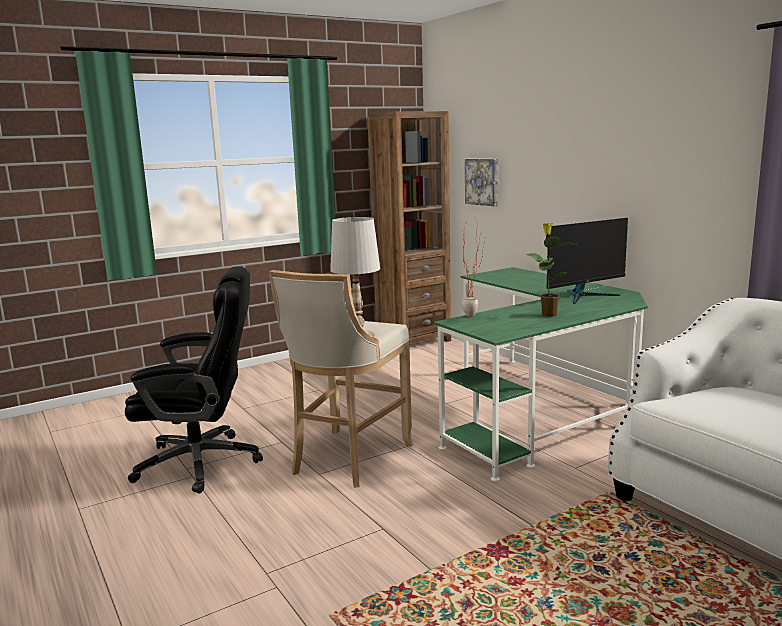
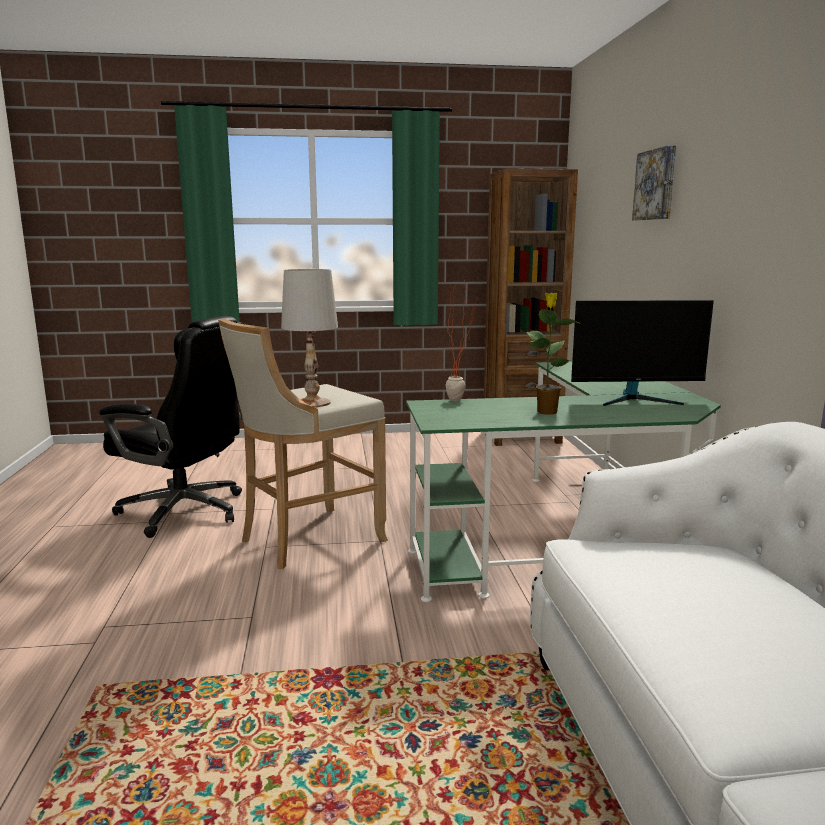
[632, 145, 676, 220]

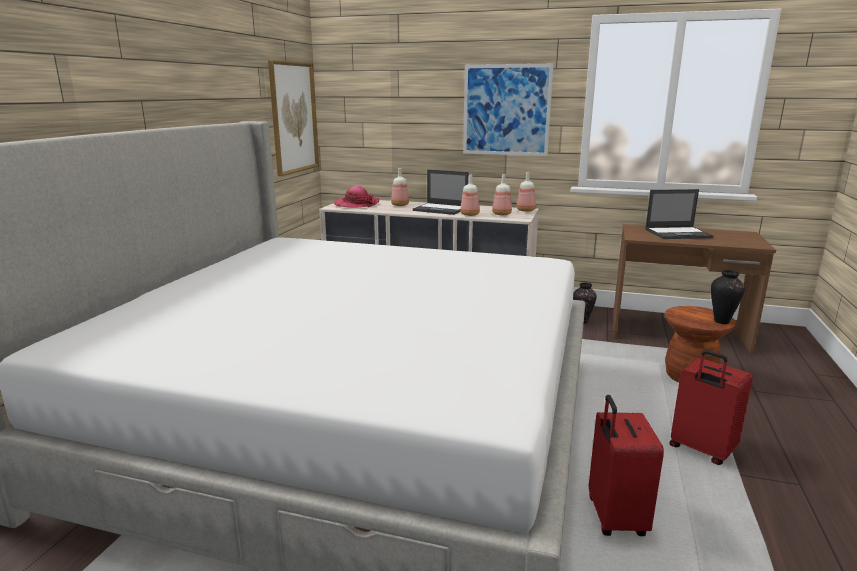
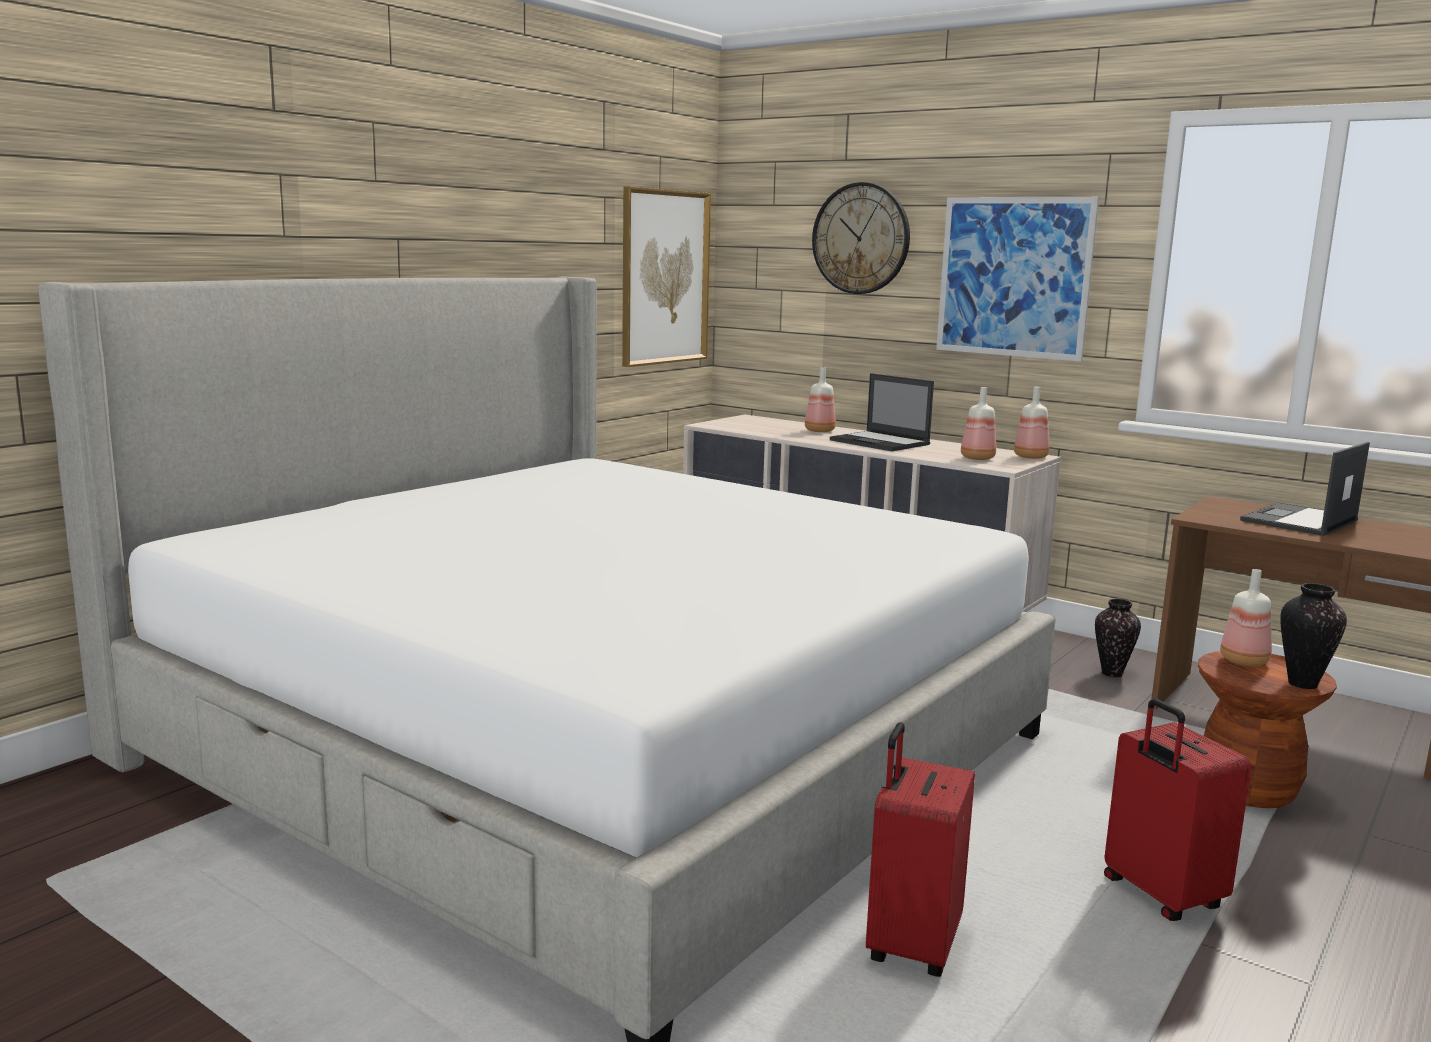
[812, 182, 910, 294]
[1220, 569, 1272, 666]
[1240, 442, 1370, 536]
[333, 186, 379, 207] (first image)

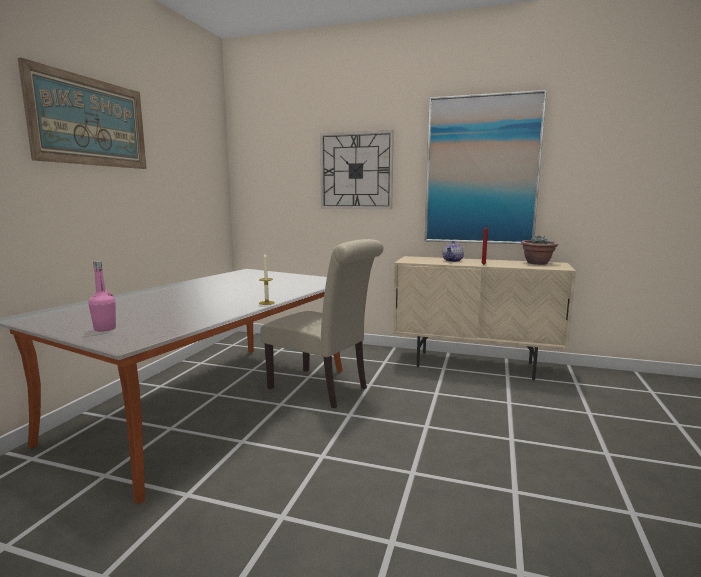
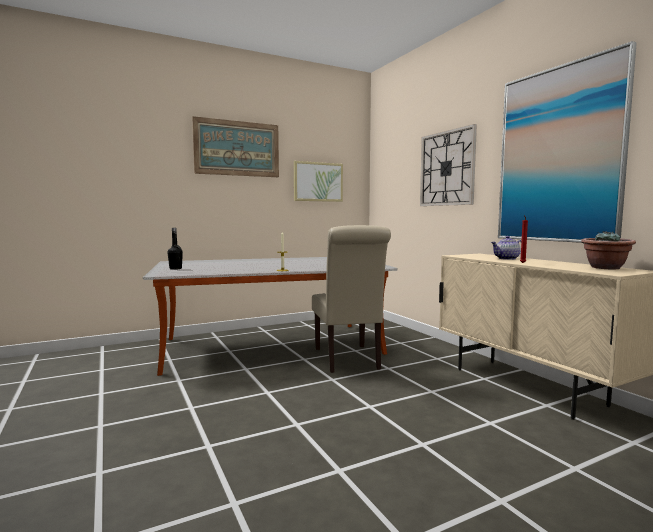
[167, 228, 183, 270]
[294, 161, 343, 202]

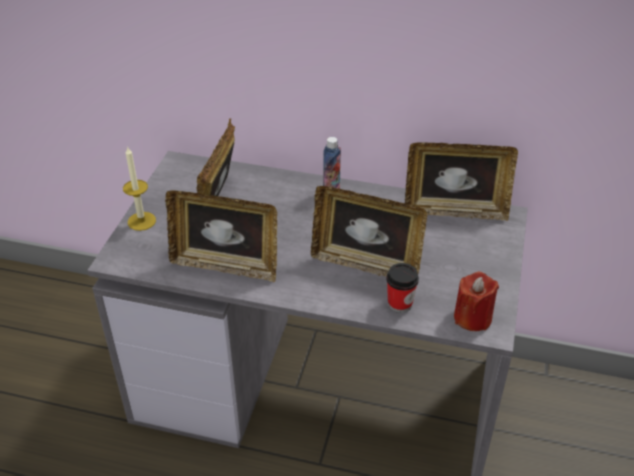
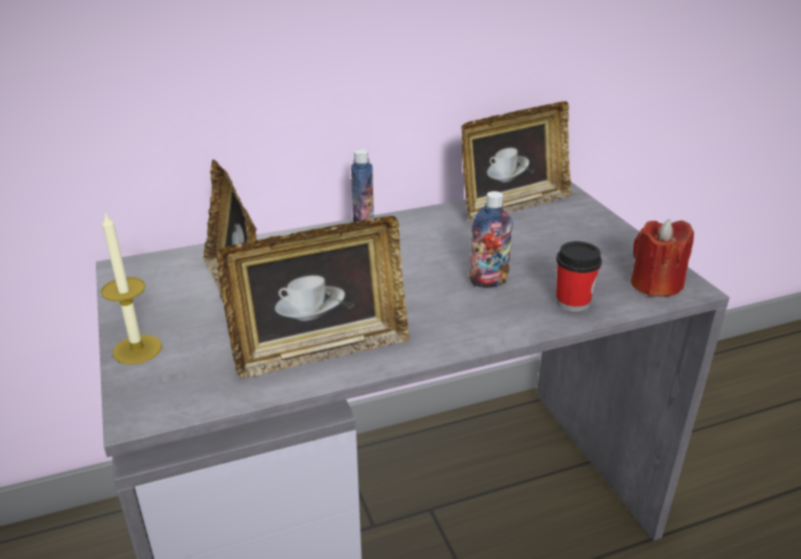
[469, 191, 513, 288]

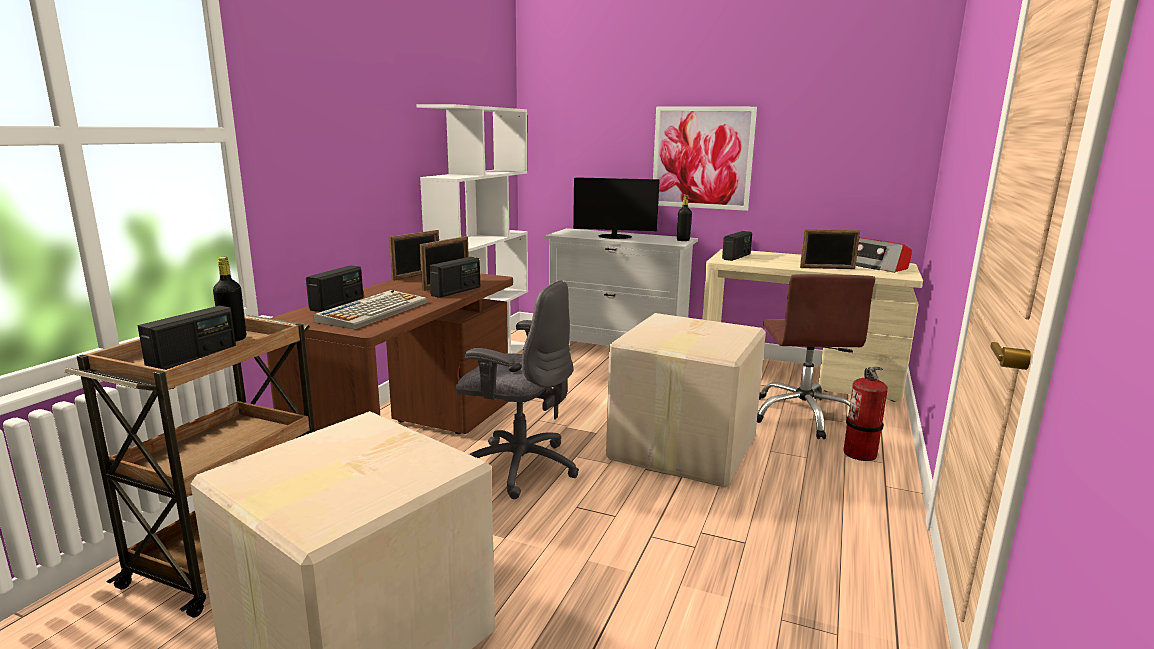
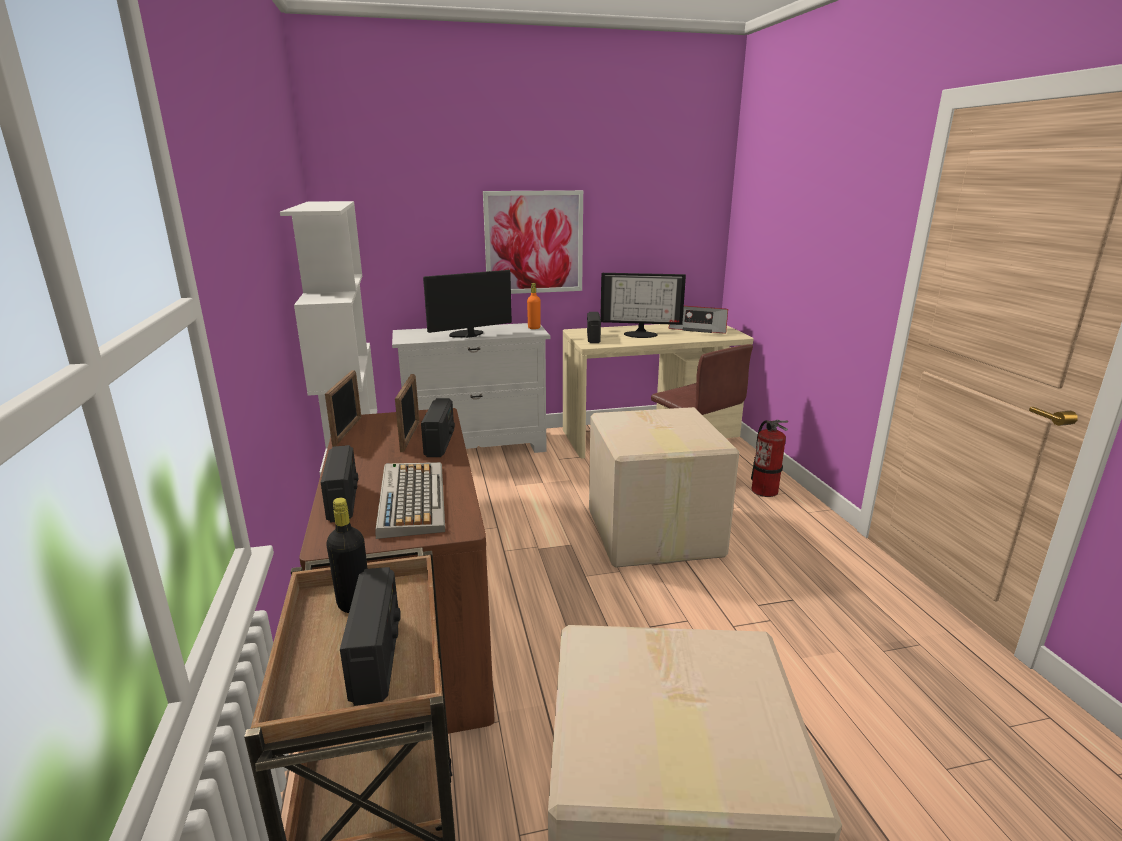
[527, 283, 541, 329]
[600, 273, 686, 338]
[456, 280, 579, 499] (first image)
[800, 229, 860, 269] (first image)

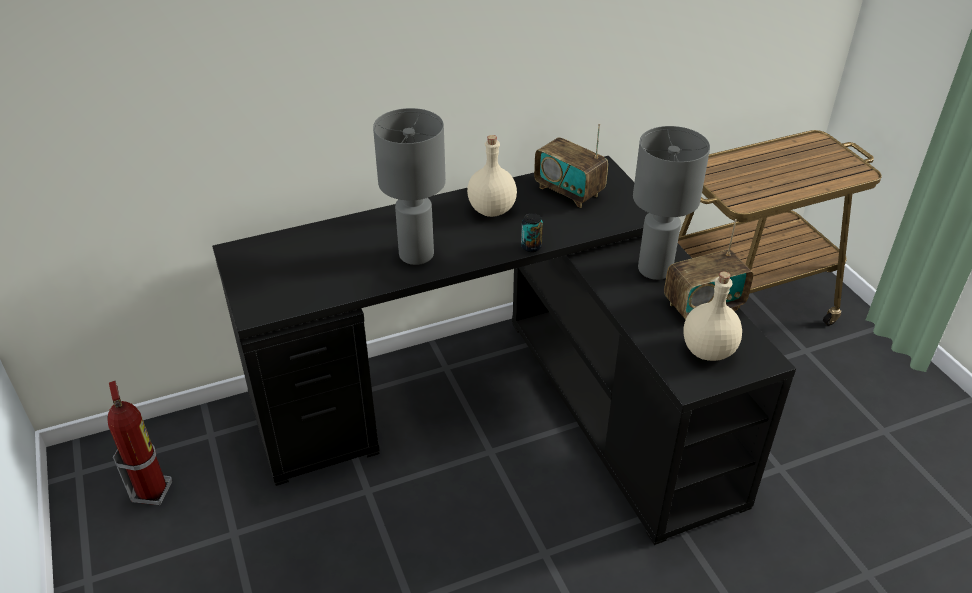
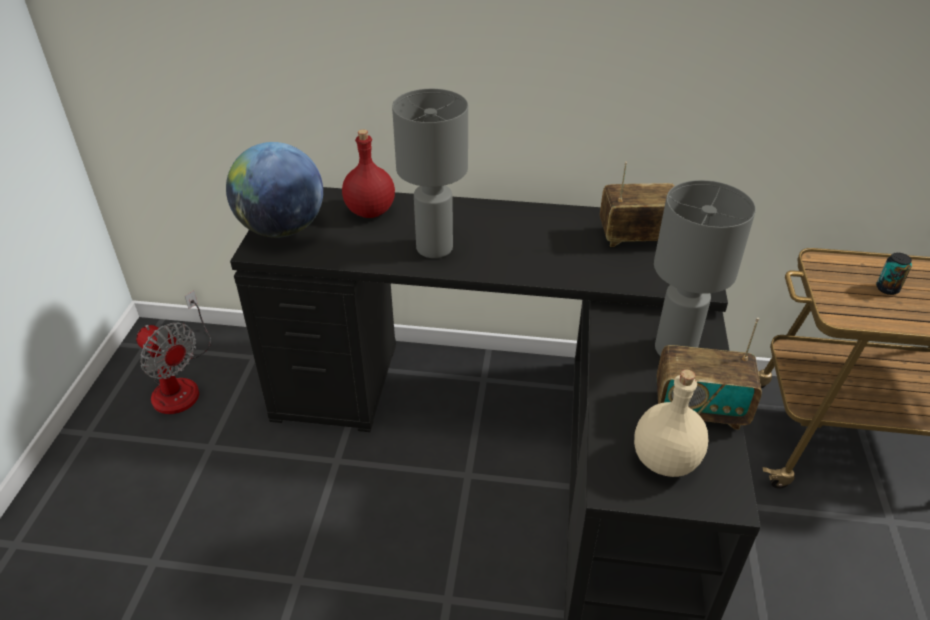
[136, 291, 211, 414]
[226, 142, 323, 238]
[342, 129, 395, 218]
[600, 162, 675, 247]
[876, 252, 912, 295]
[467, 135, 517, 217] (first image)

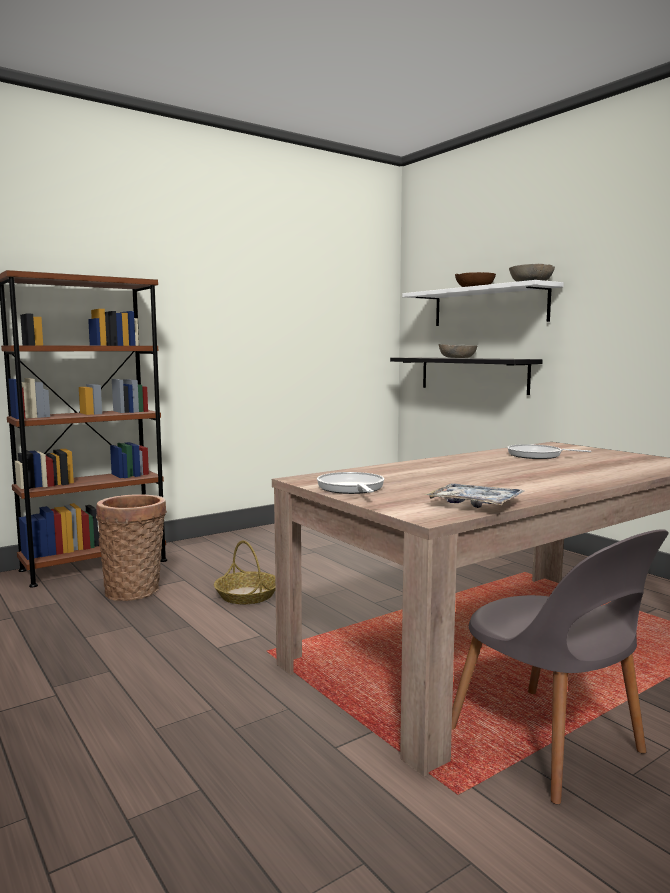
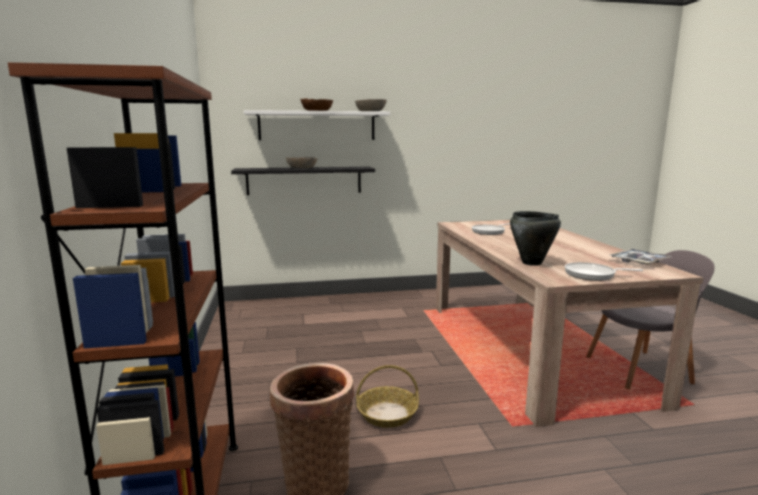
[510, 211, 561, 266]

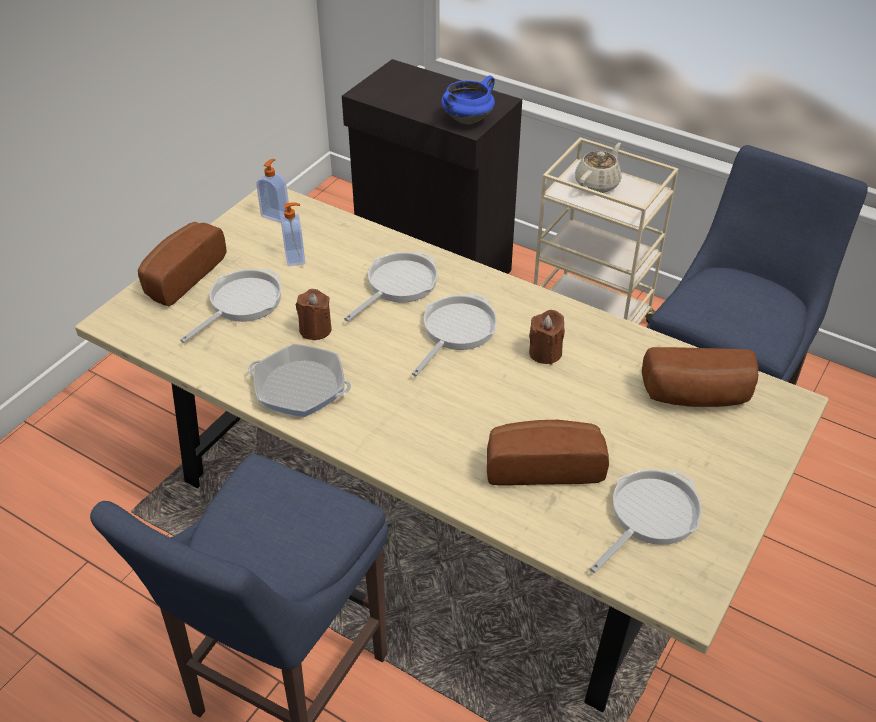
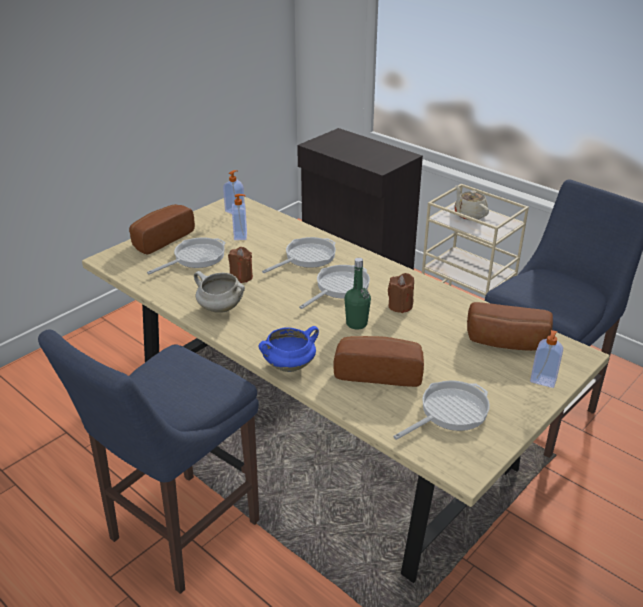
[194, 271, 245, 313]
[259, 326, 319, 372]
[344, 258, 371, 329]
[454, 185, 489, 220]
[530, 330, 563, 388]

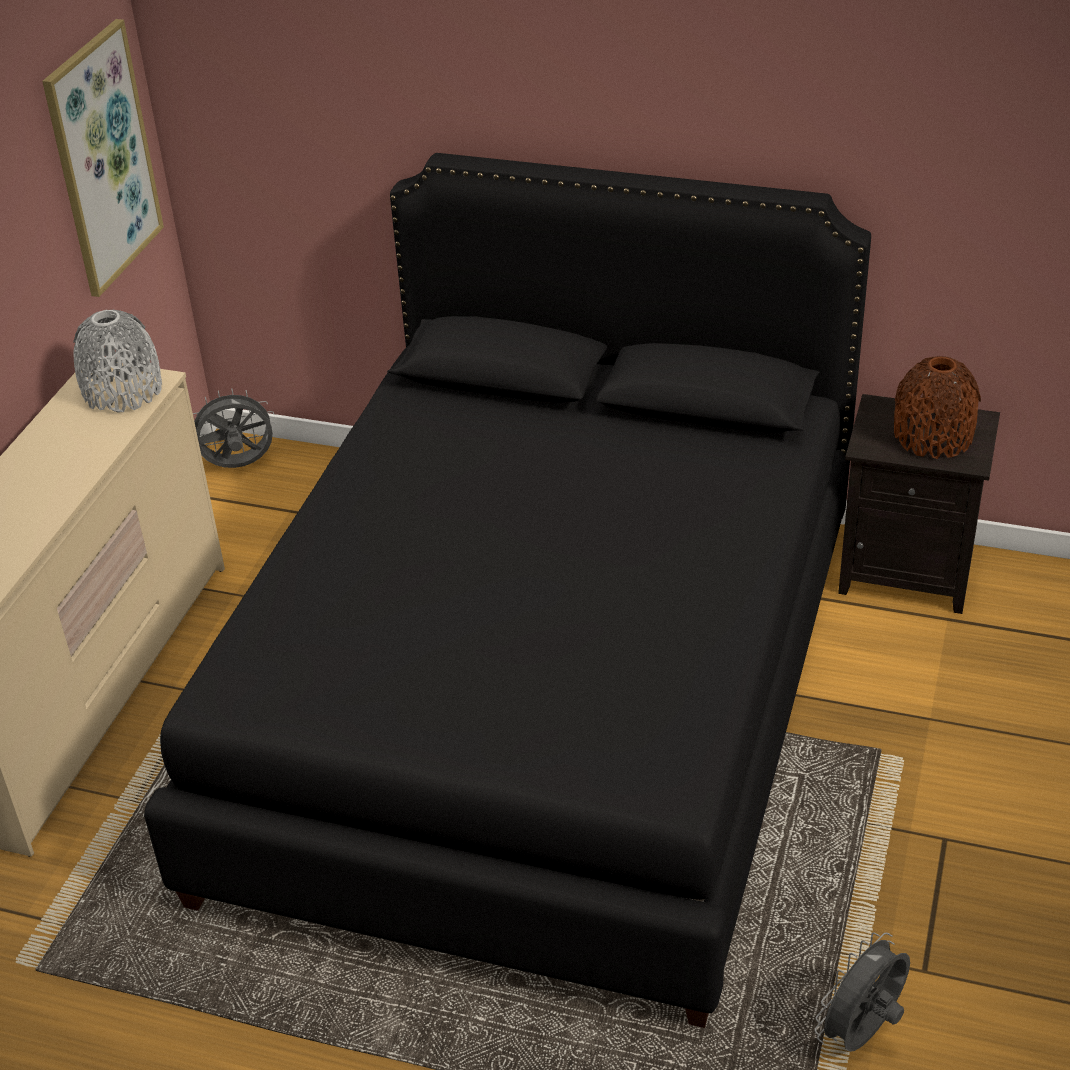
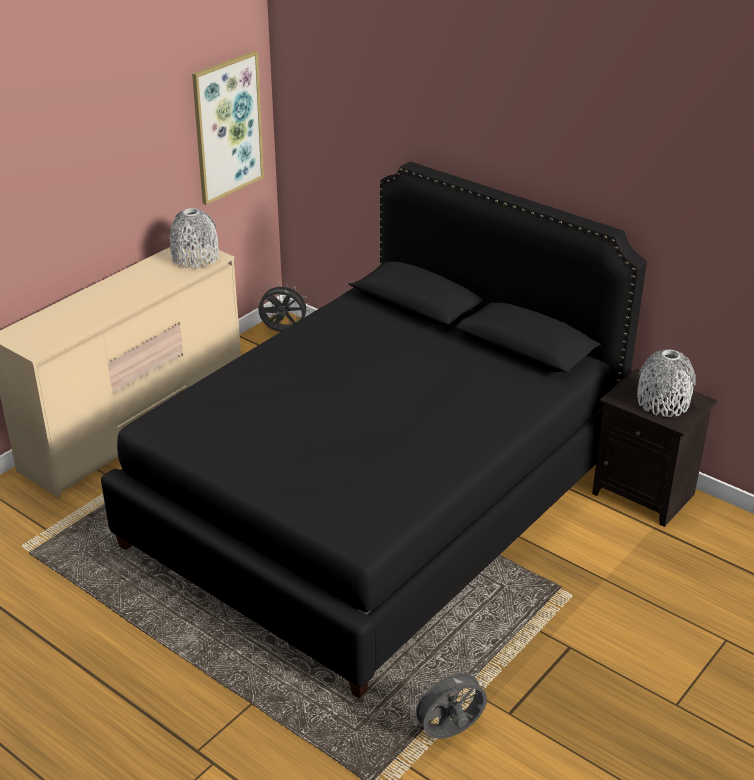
[637, 349, 696, 417]

